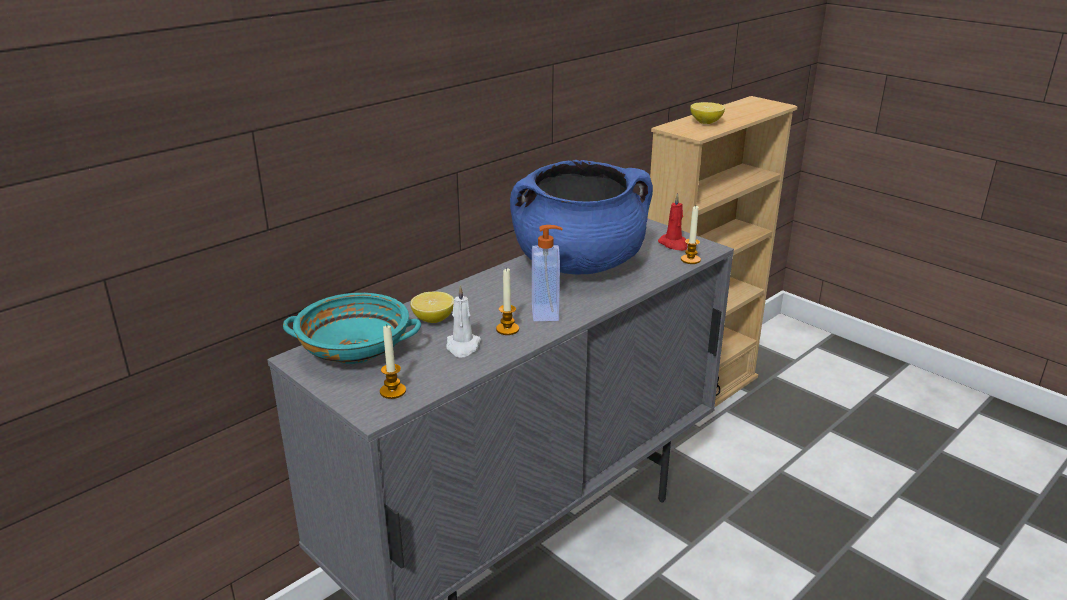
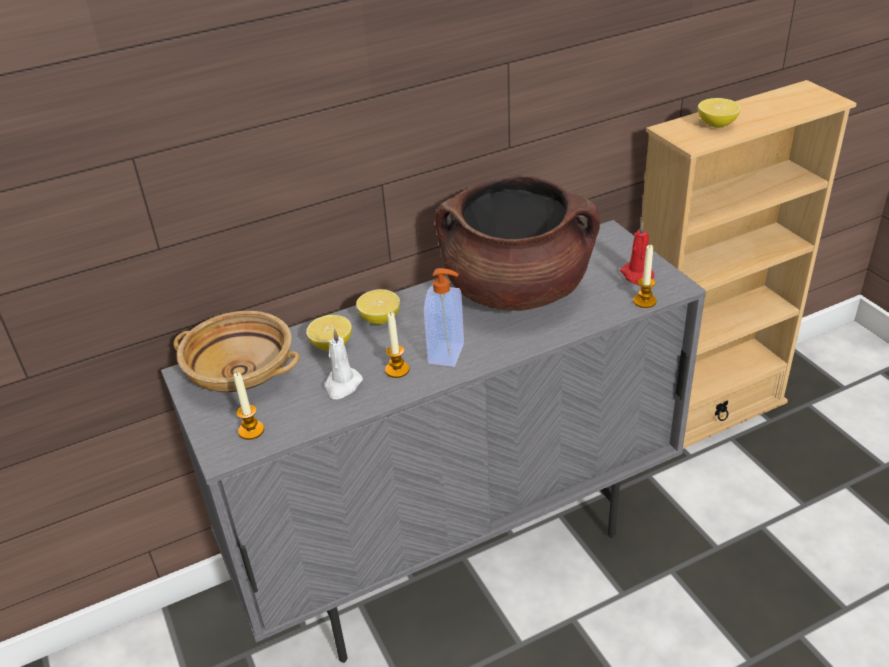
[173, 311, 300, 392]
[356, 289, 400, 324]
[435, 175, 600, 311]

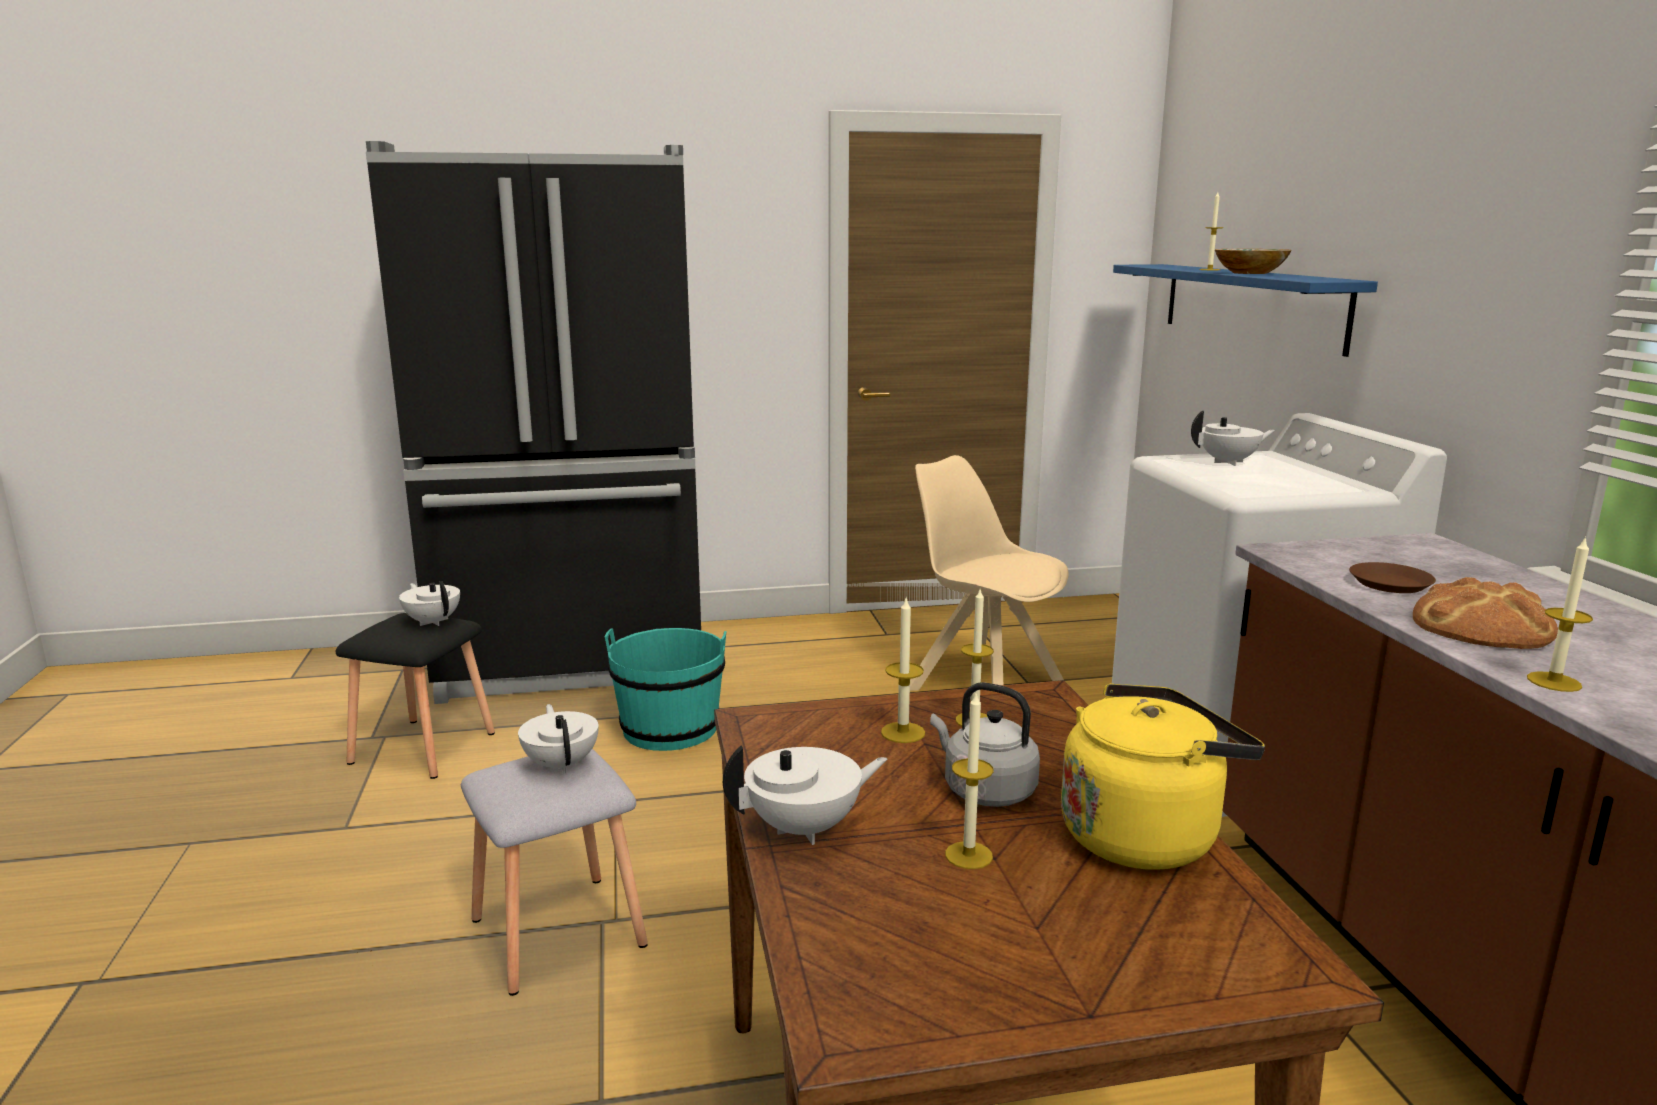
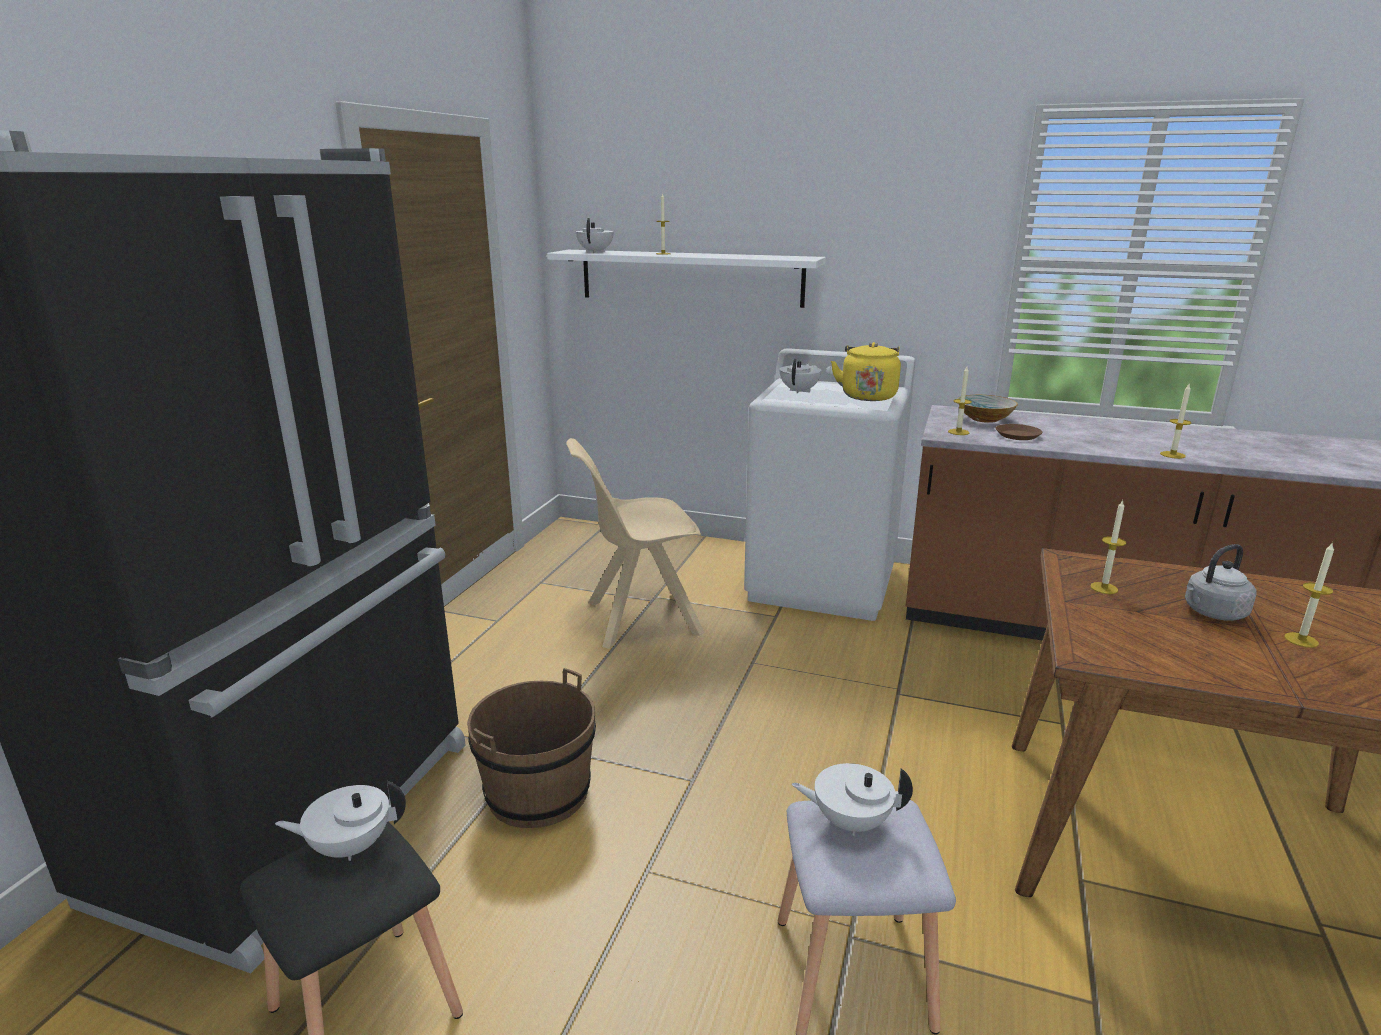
[467, 668, 596, 828]
[547, 250, 825, 308]
[576, 218, 614, 253]
[831, 342, 901, 401]
[948, 366, 972, 435]
[957, 395, 1018, 423]
[1413, 577, 1558, 649] (first image)

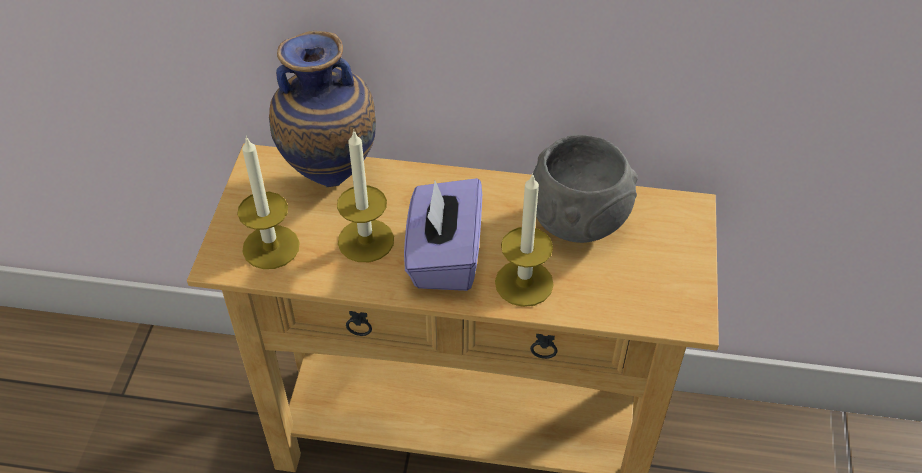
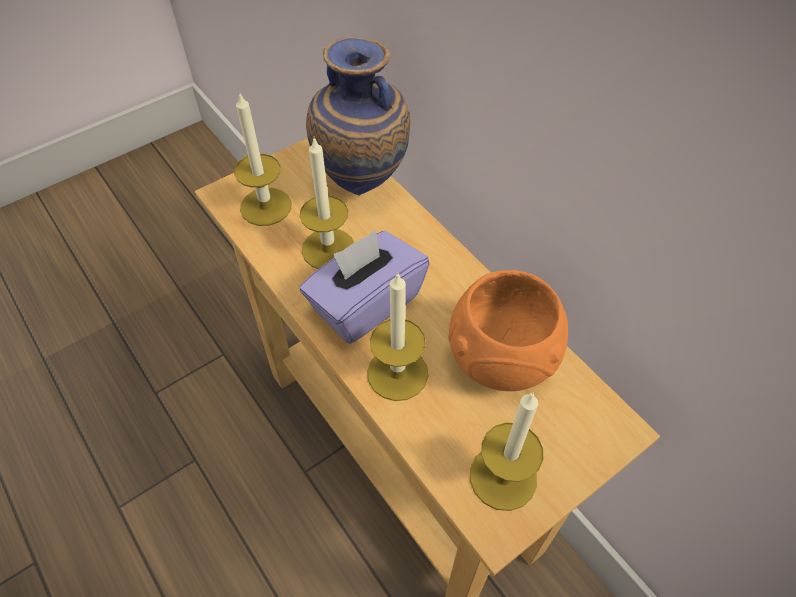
[448, 270, 568, 391]
[470, 392, 543, 511]

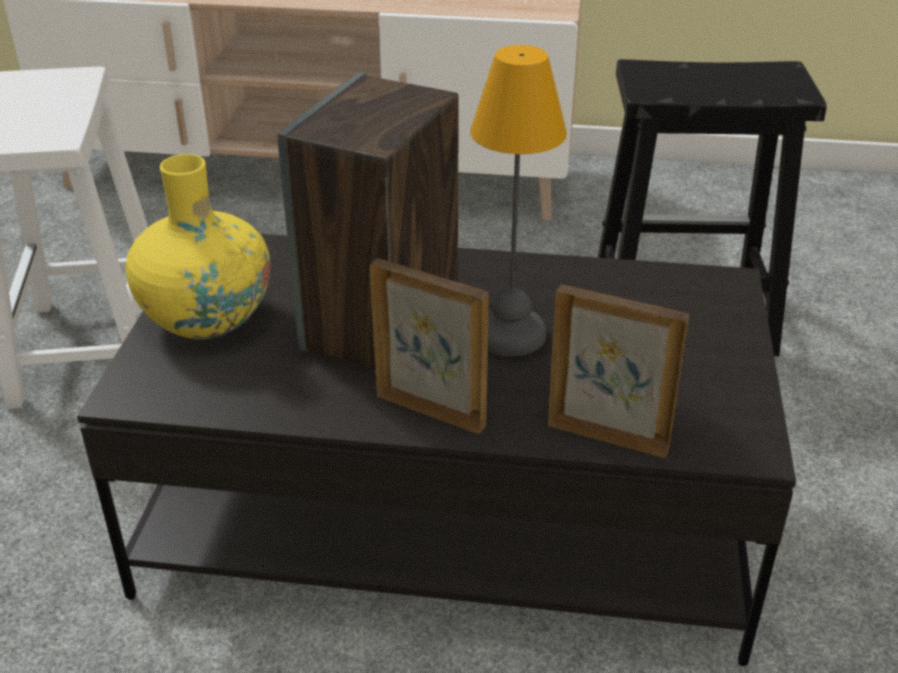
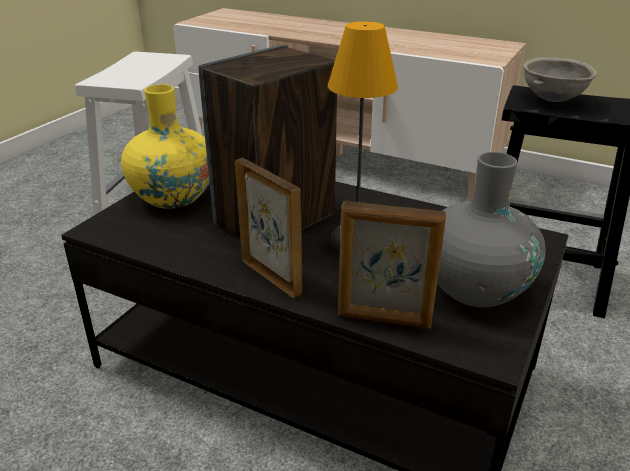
[338, 201, 446, 329]
[437, 152, 546, 307]
[523, 57, 597, 102]

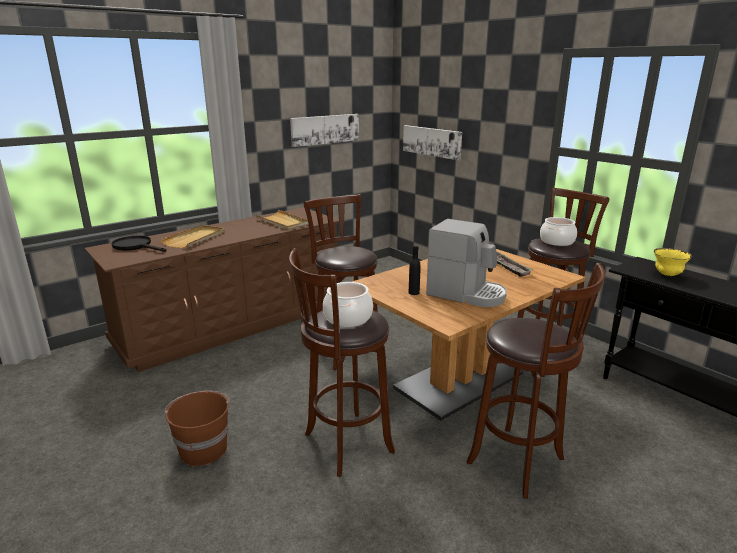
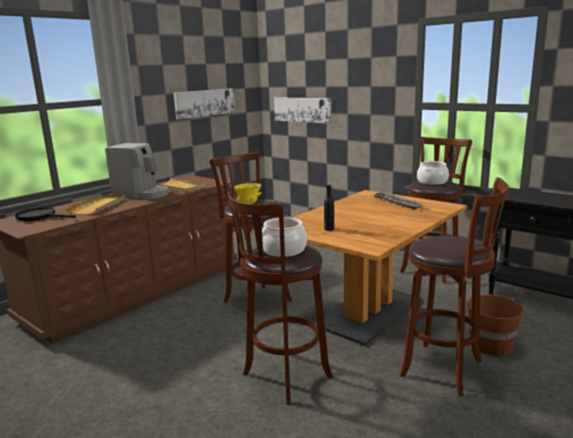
[105, 143, 169, 199]
[233, 182, 262, 204]
[465, 294, 524, 356]

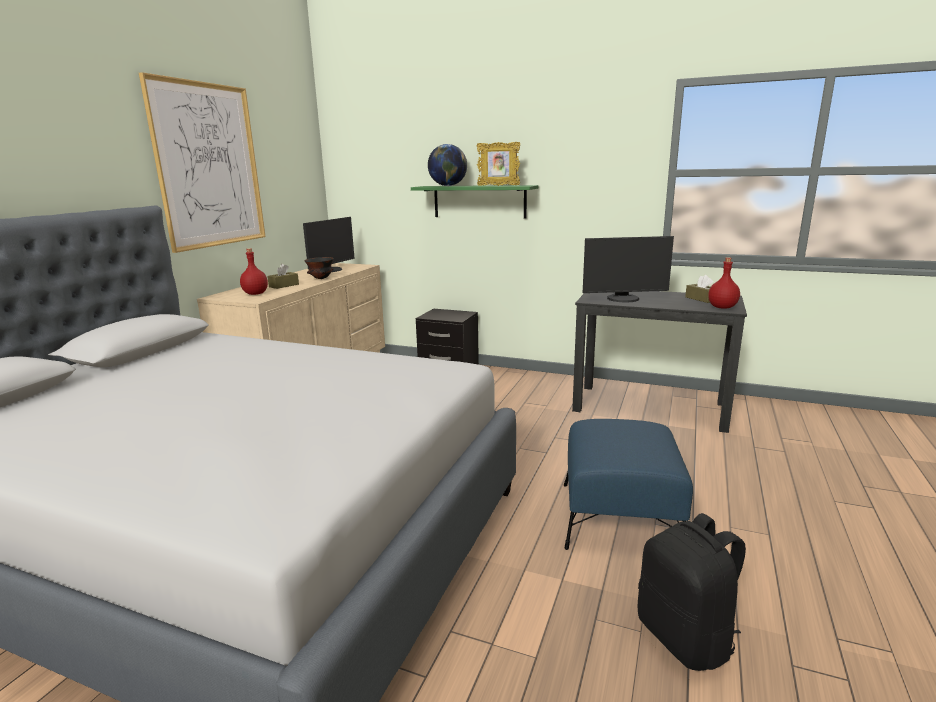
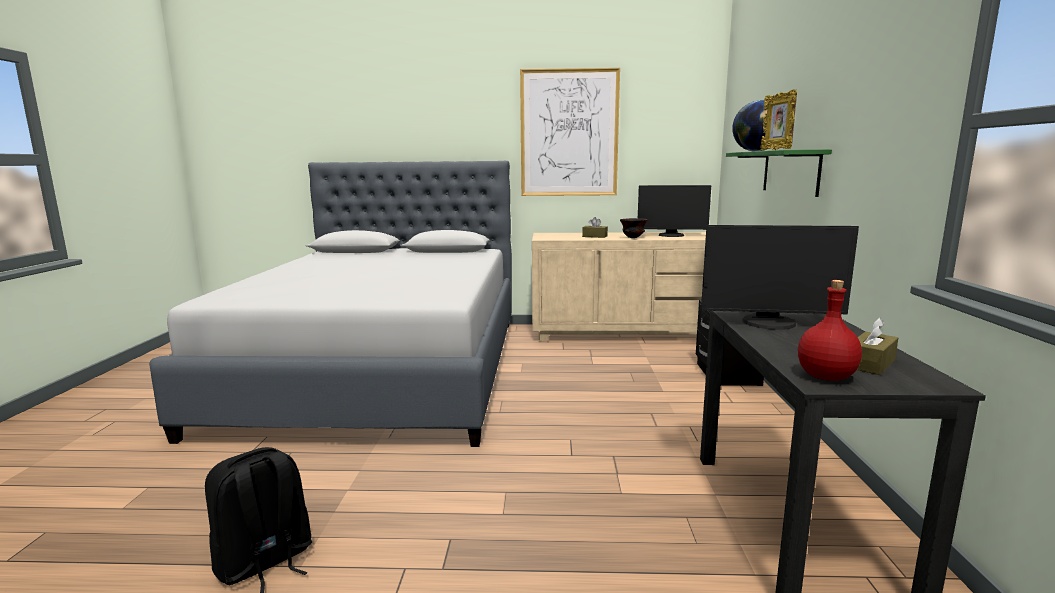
[701, 225, 859, 330]
[240, 248, 268, 295] (first image)
[564, 419, 693, 550] (first image)

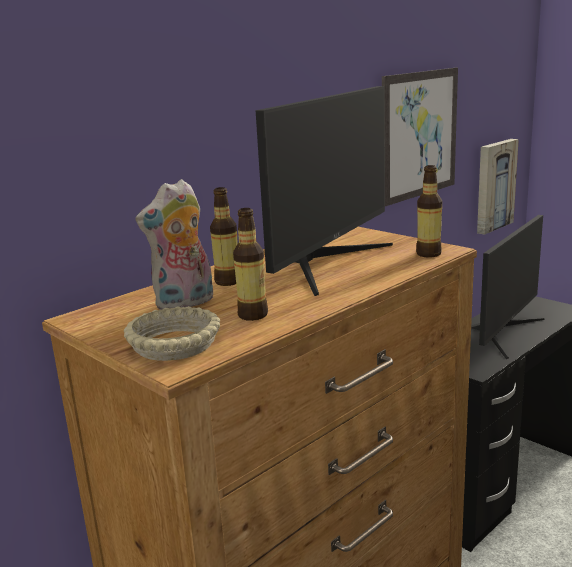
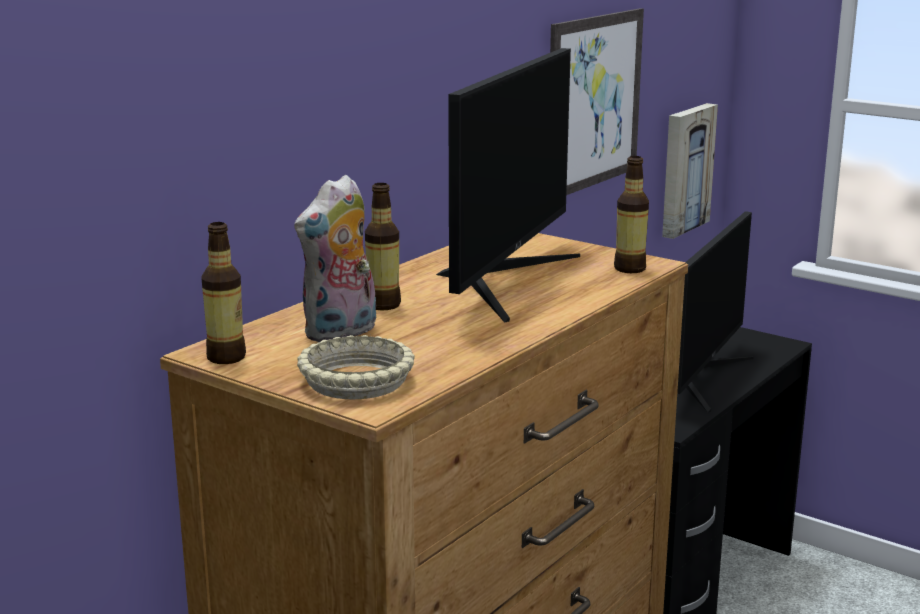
[201, 222, 246, 364]

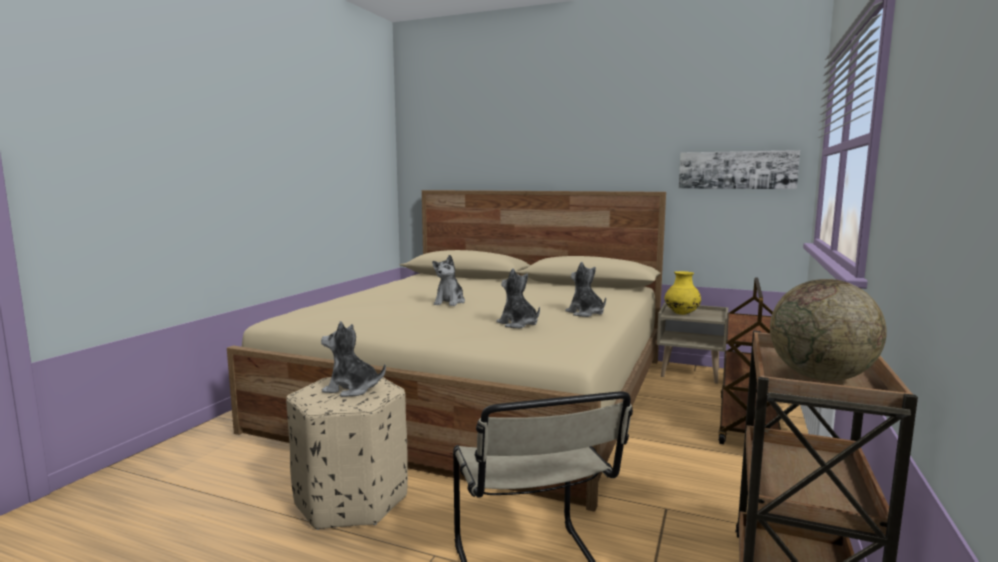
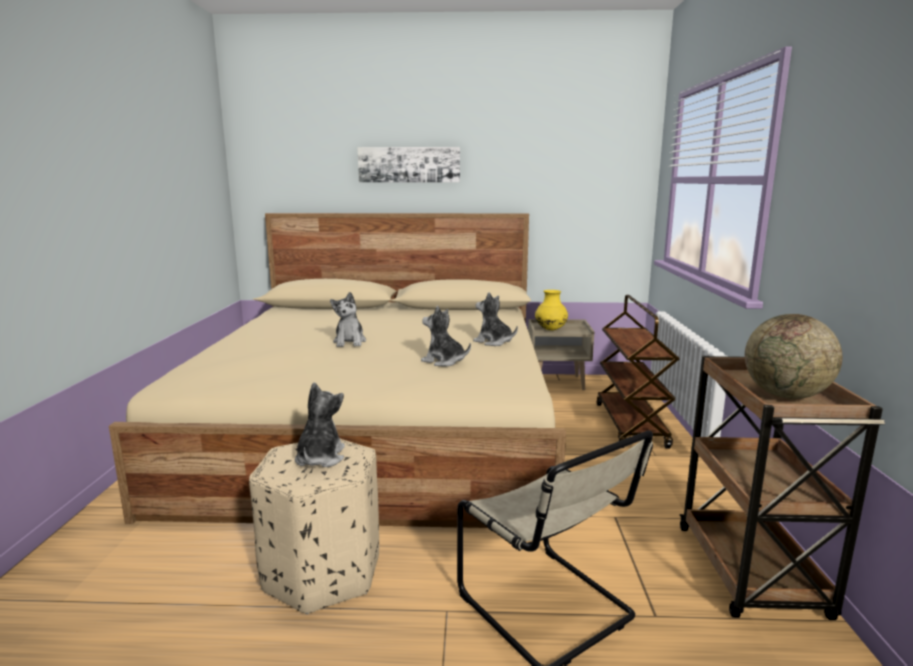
[295, 382, 345, 467]
[357, 147, 460, 182]

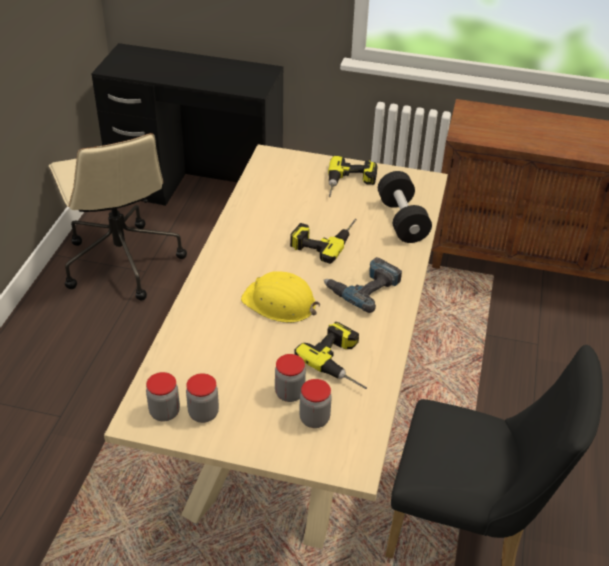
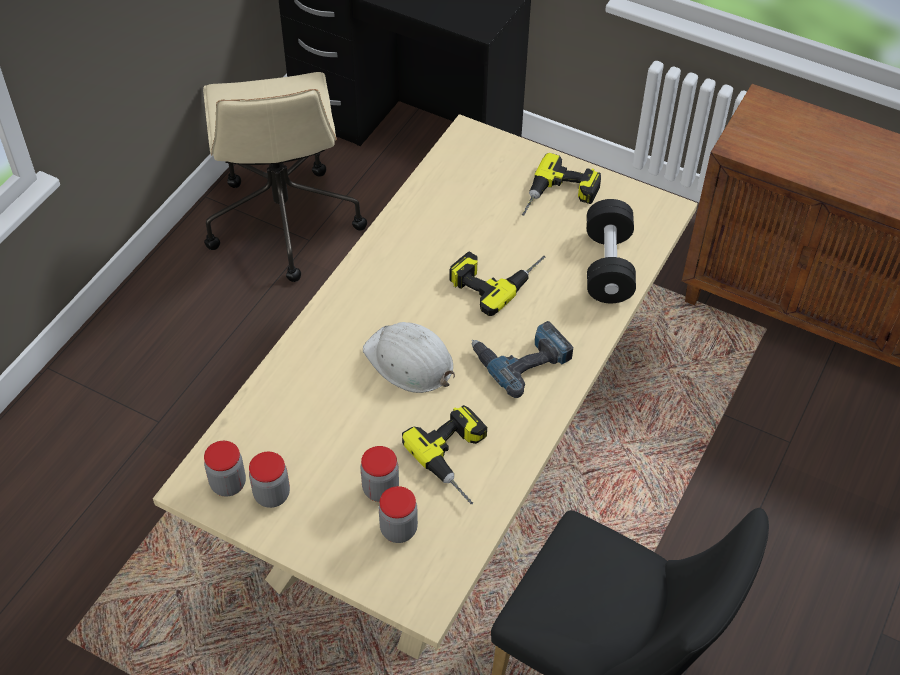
[363, 322, 455, 393]

